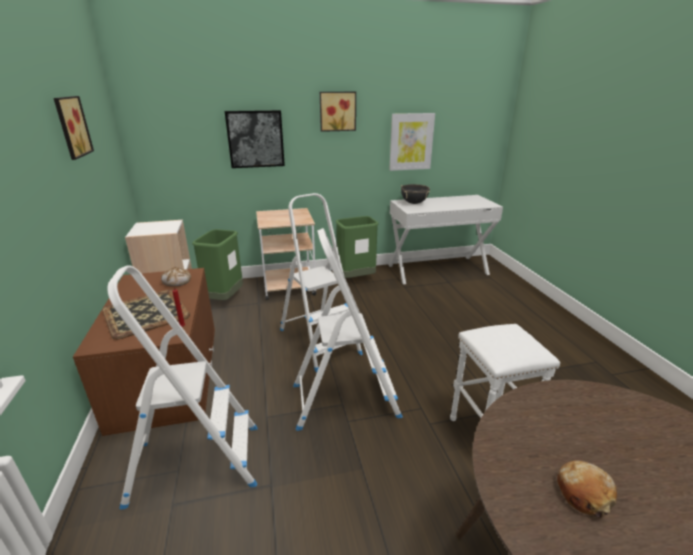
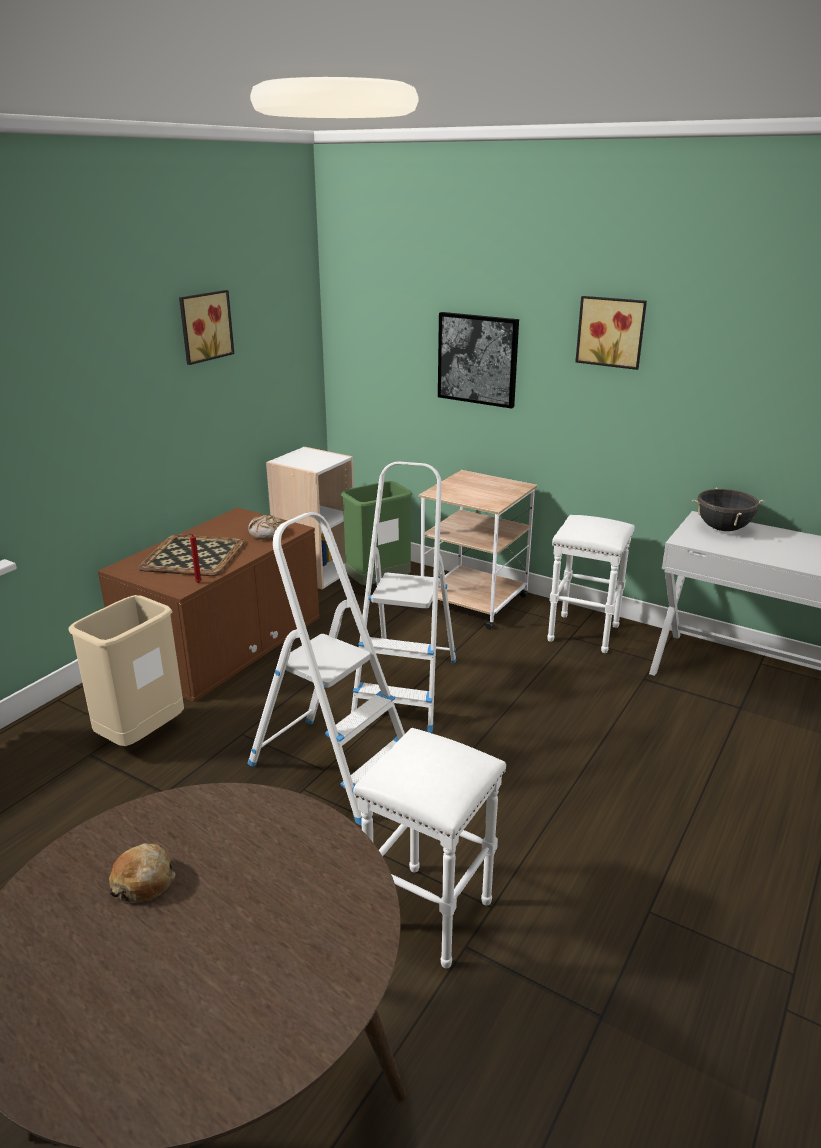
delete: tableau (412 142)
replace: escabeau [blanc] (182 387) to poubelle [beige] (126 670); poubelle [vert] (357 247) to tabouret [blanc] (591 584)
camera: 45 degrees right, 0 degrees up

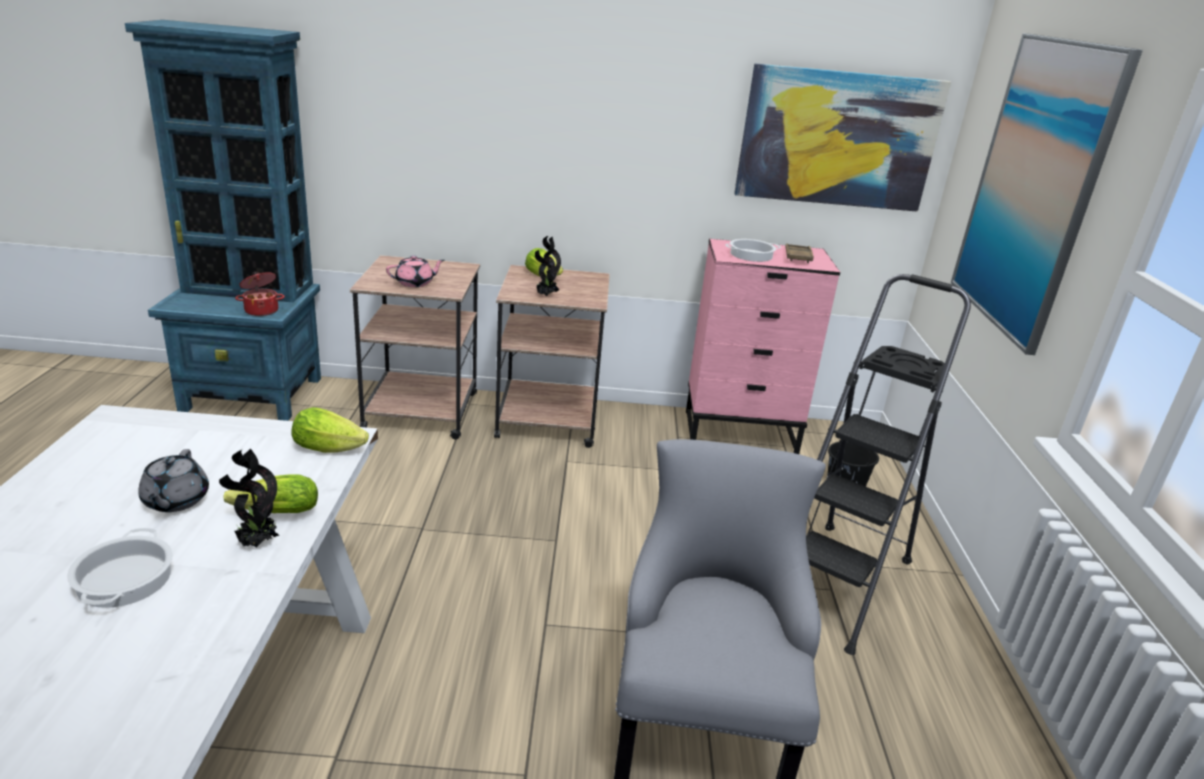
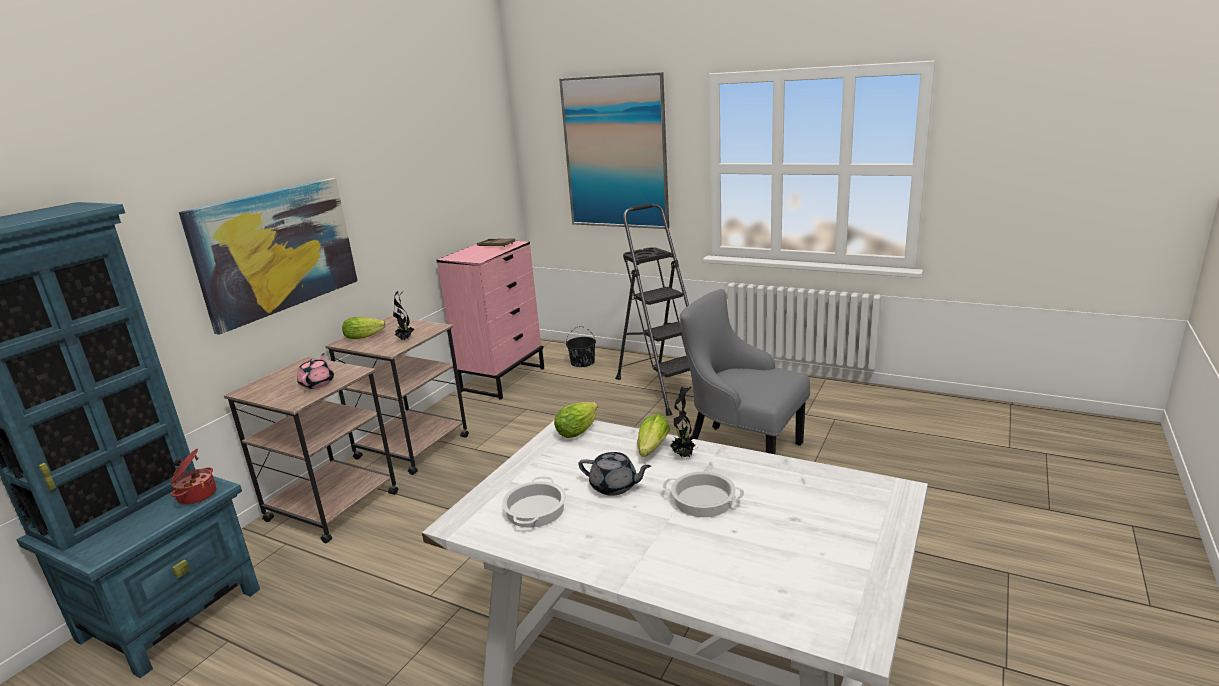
move: marmite (753 250) to (534 502); tableau (842 137) to (268 256)
camera: 60 degrees left, 5 degrees down

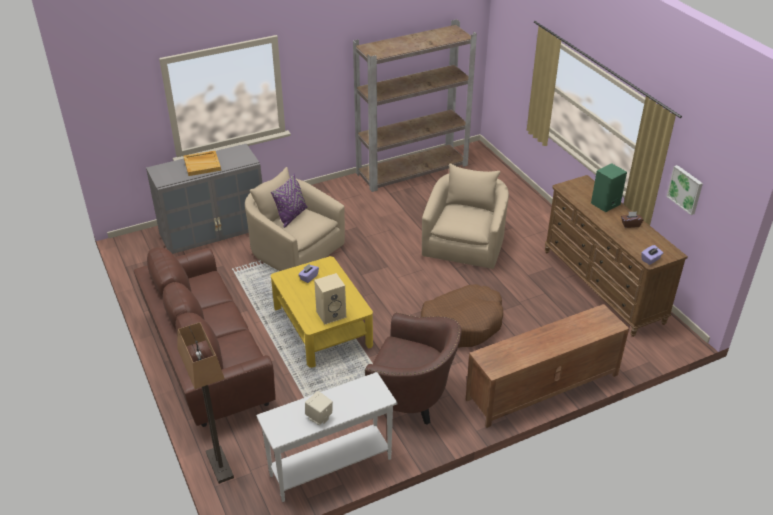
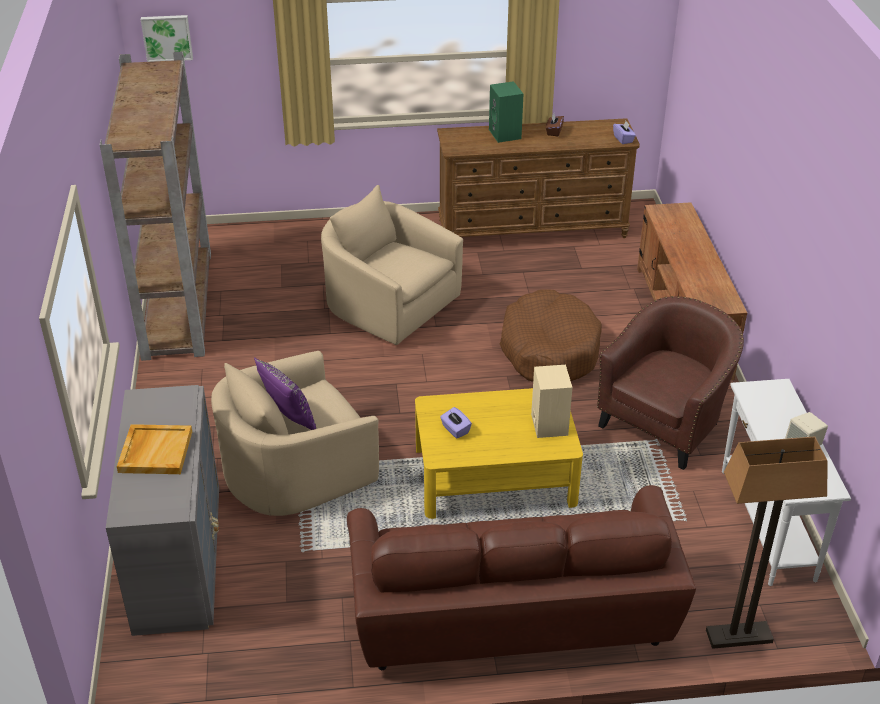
move: tableau (684 190) to (167 38)
camera: 70 degrees left, 0 degrees up

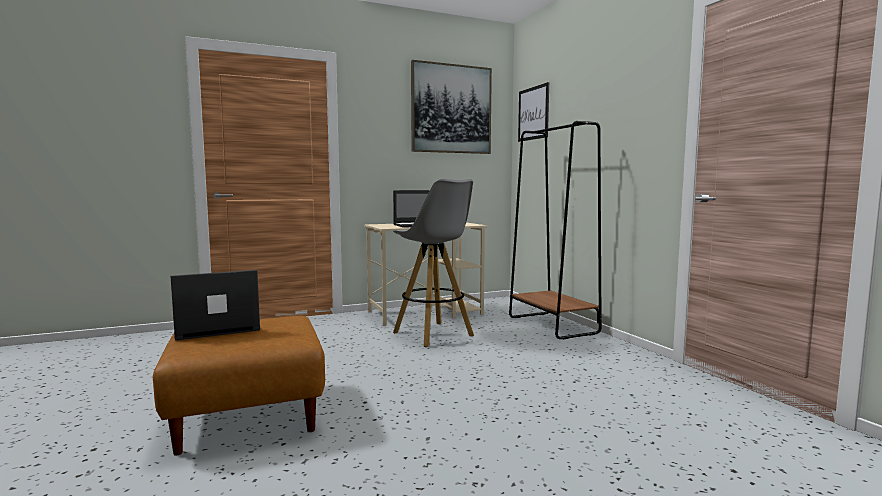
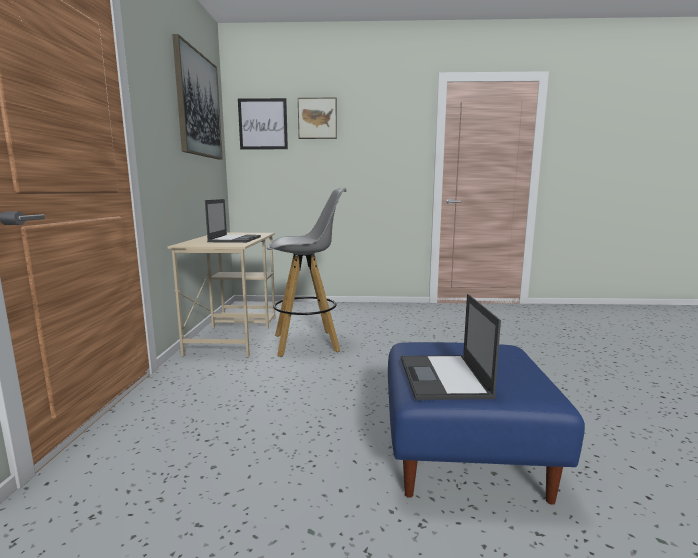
delete: portant (555 230)
insert: tableau (317 118)
recolor: pouf [marron] (239 386) to pouf [bleu] (486 423)
camera: 65 degrees left, 5 degrees up

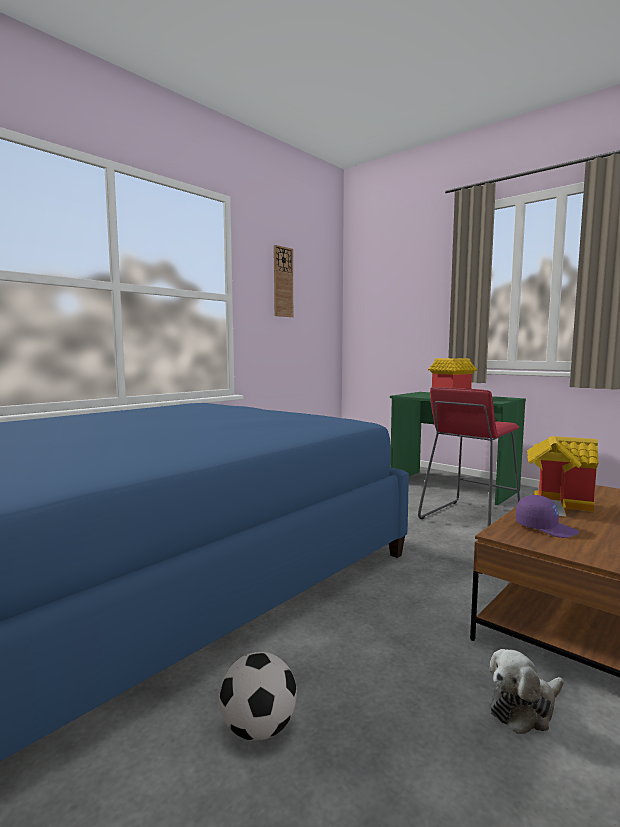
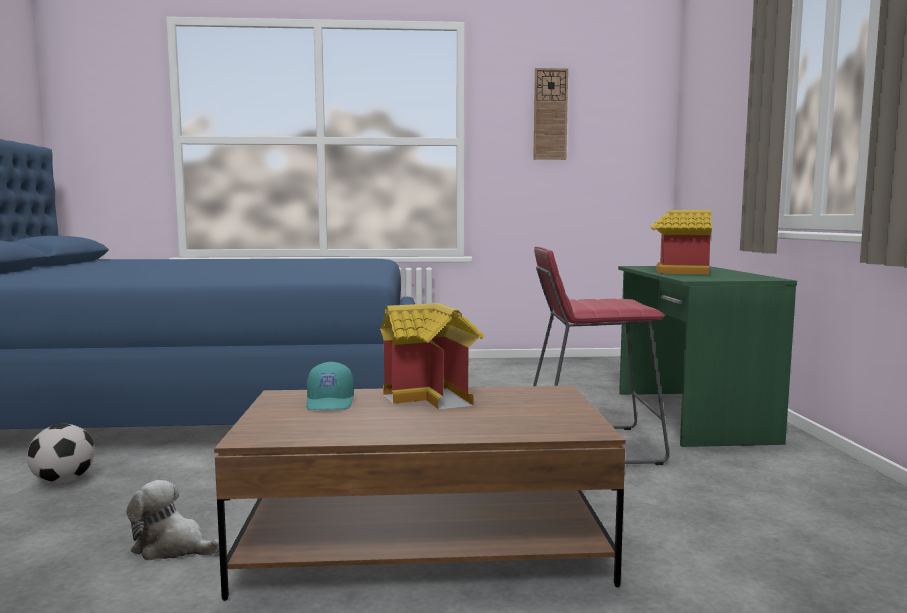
recolor: casquette [violet] (547 516) to casquette [turquoise] (330 385)
camera: 45 degrees right, 0 degrees up

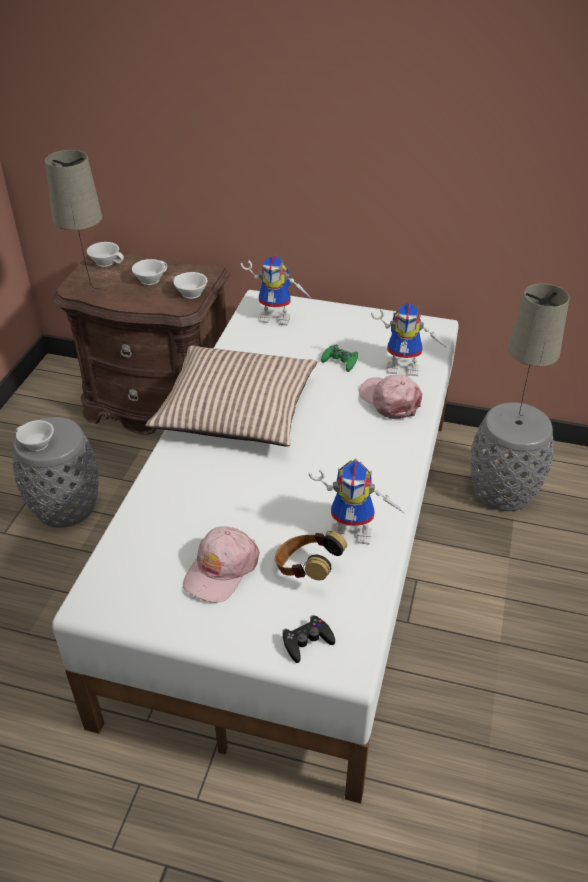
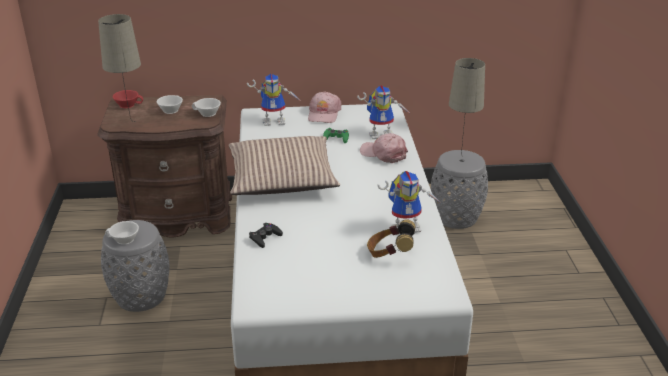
move: casquette [rose] (221 565) to (324 107); manette [noir] (309 639) to (266 235)
recolor: tasse [blanc] (105 254) to tasse [rouge] (128 99)
camera: 20 degrees left, 10 degrees down

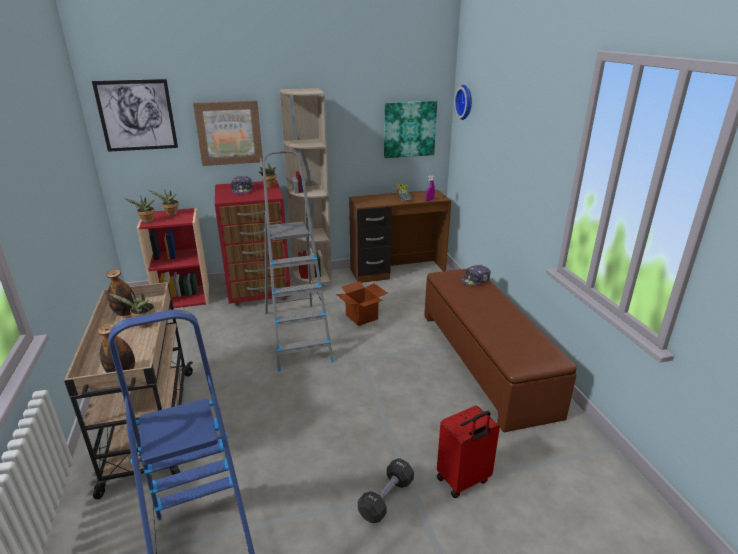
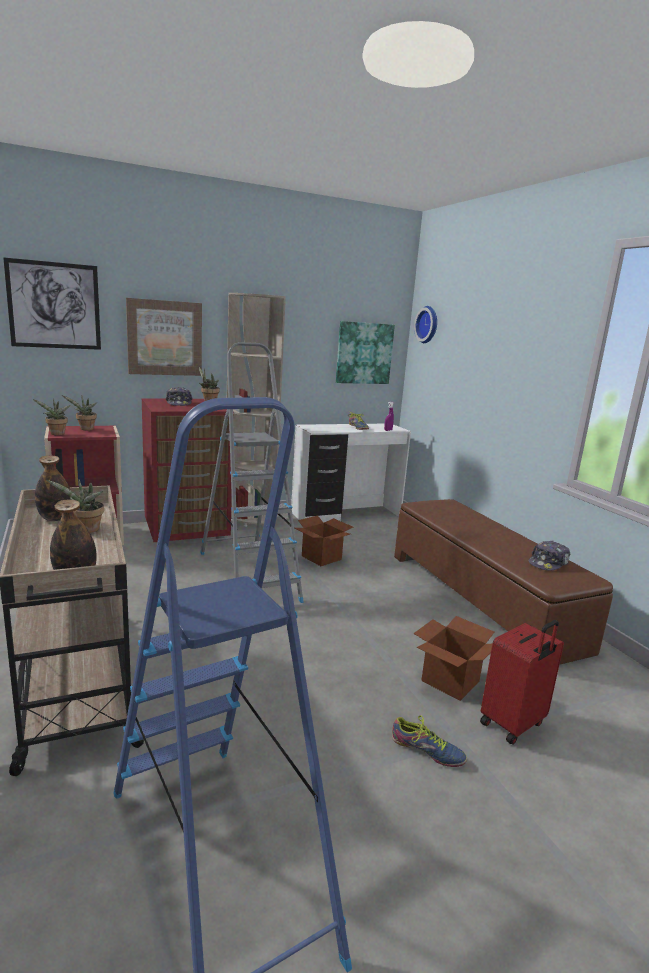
insert: carton (454 658)
move: casquette (476 275) to (549 556)
replace: haltère [noir] (386 490) to chaussure (429 741)
recolor: bureau [marron] (400 236) to bureau [blanc] (351 473)
camera: 10 degrees left, 10 degrees down

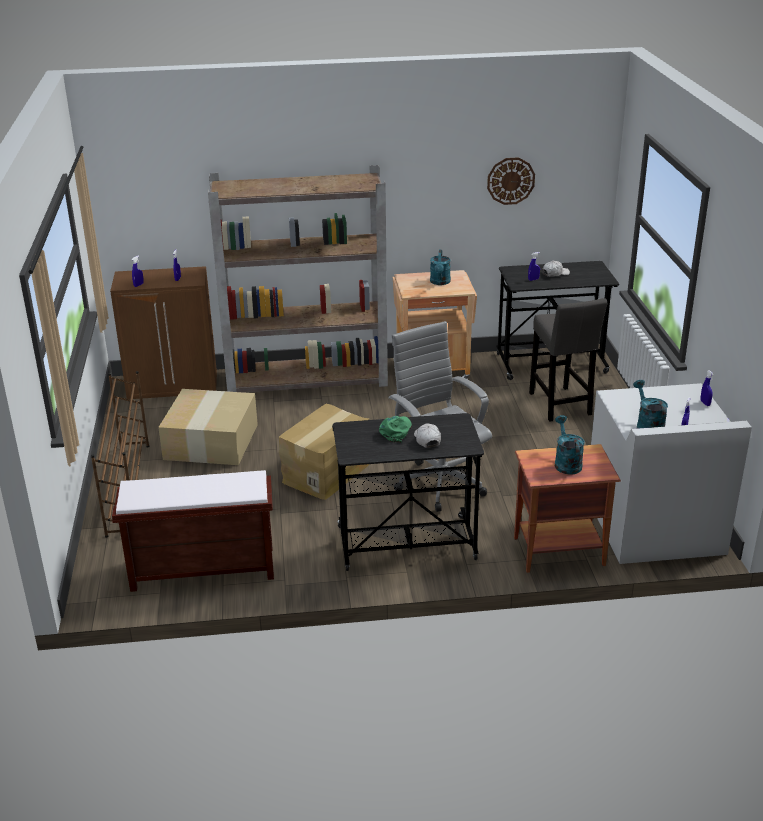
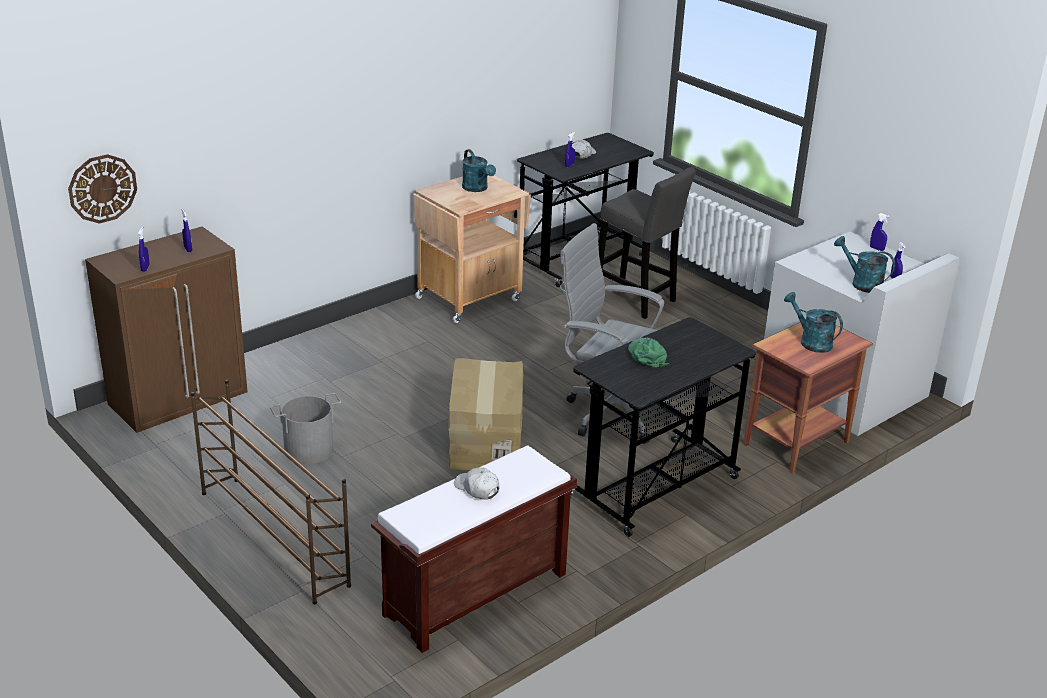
delete: bibliothèque [marron] (298 279)
move: casquette [blanc] (427 435) to (477 484); horloge murale (511 181) to (102 189)
replace: carton (208 427) to seau [gris] (305 428)
camera: 35 degrees left, 0 degrees up

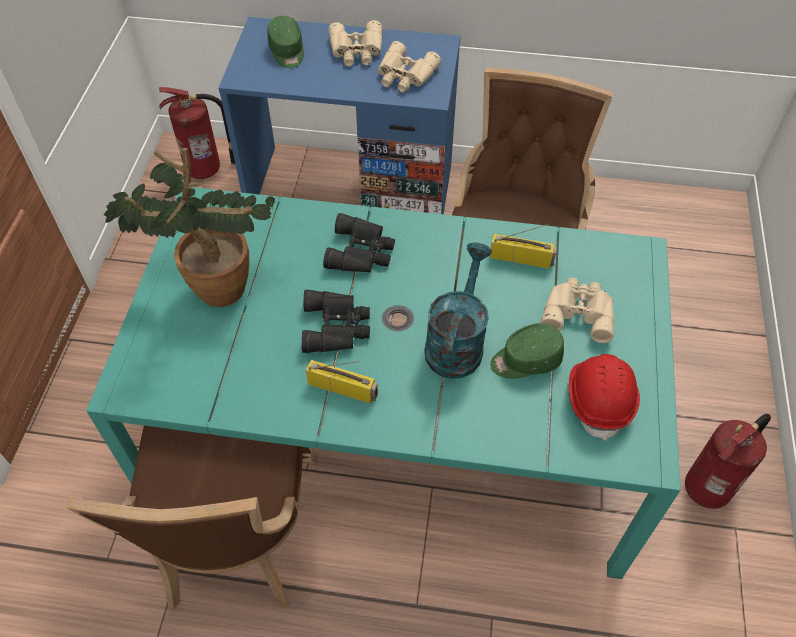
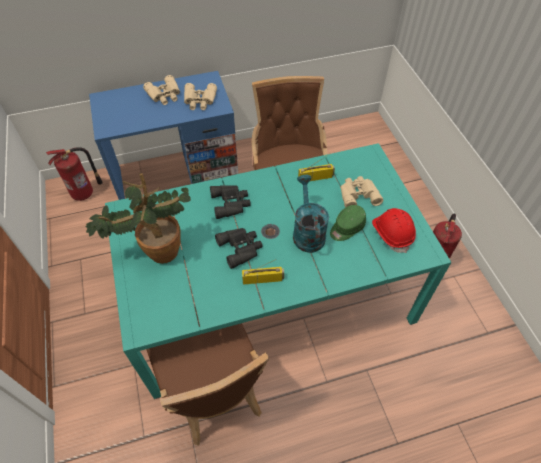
delete: casquette [vert] (285 42)
camera: 25 degrees left, 0 degrees up

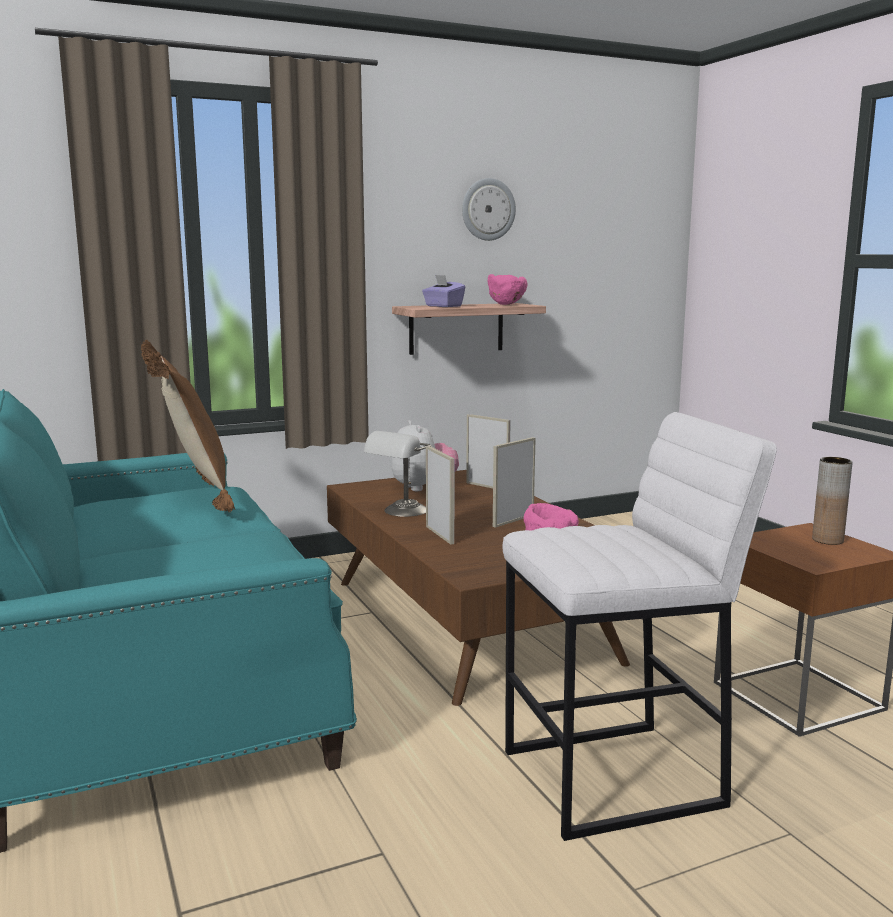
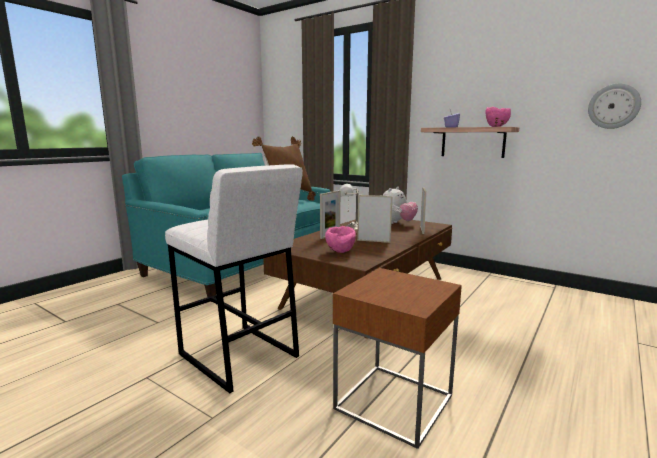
delete: vase [marron] (832 501)
move: horloge murale (489 209) to (614 106)
camera: 60 degrees right, 0 degrees up

